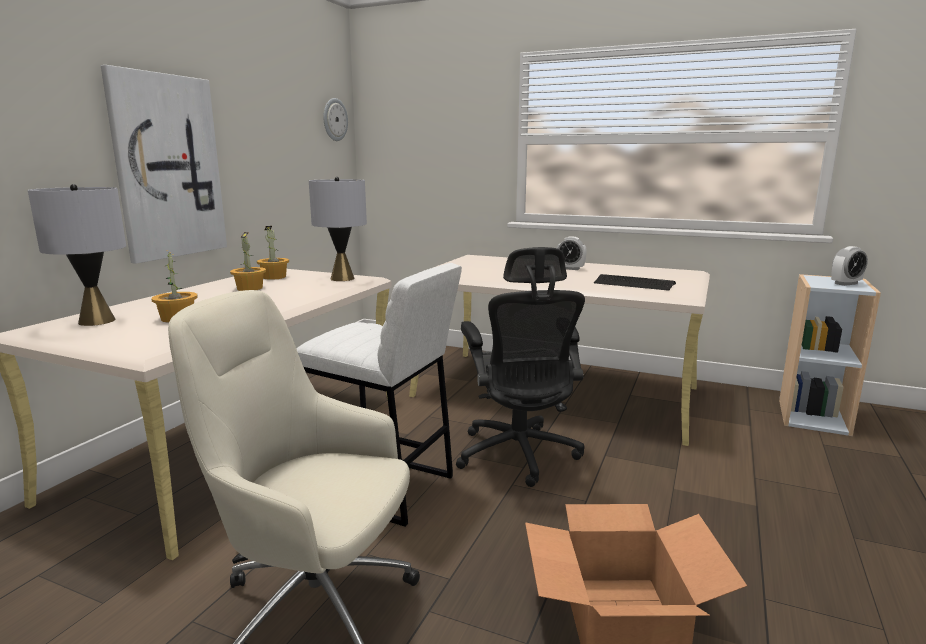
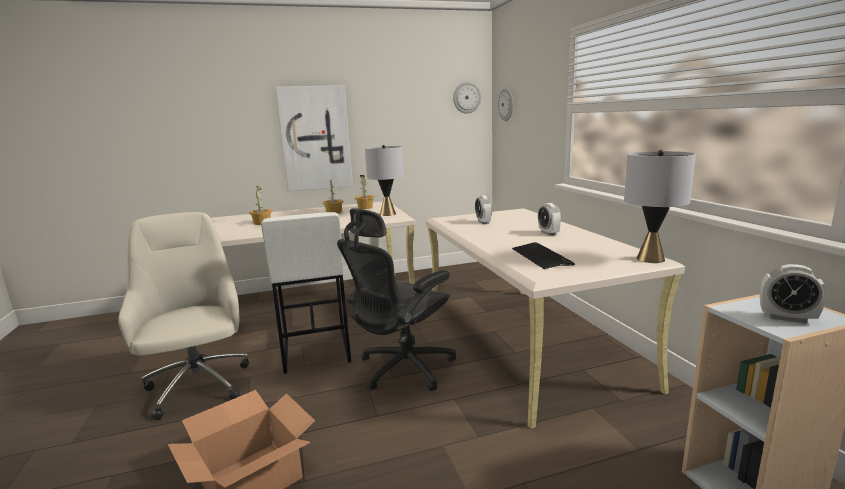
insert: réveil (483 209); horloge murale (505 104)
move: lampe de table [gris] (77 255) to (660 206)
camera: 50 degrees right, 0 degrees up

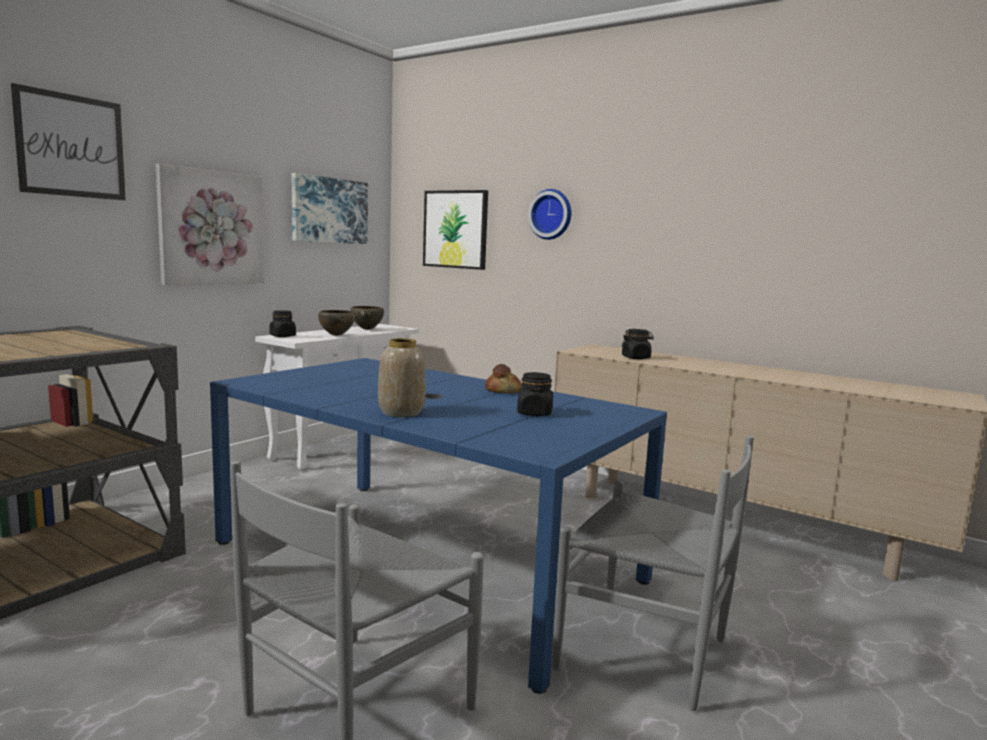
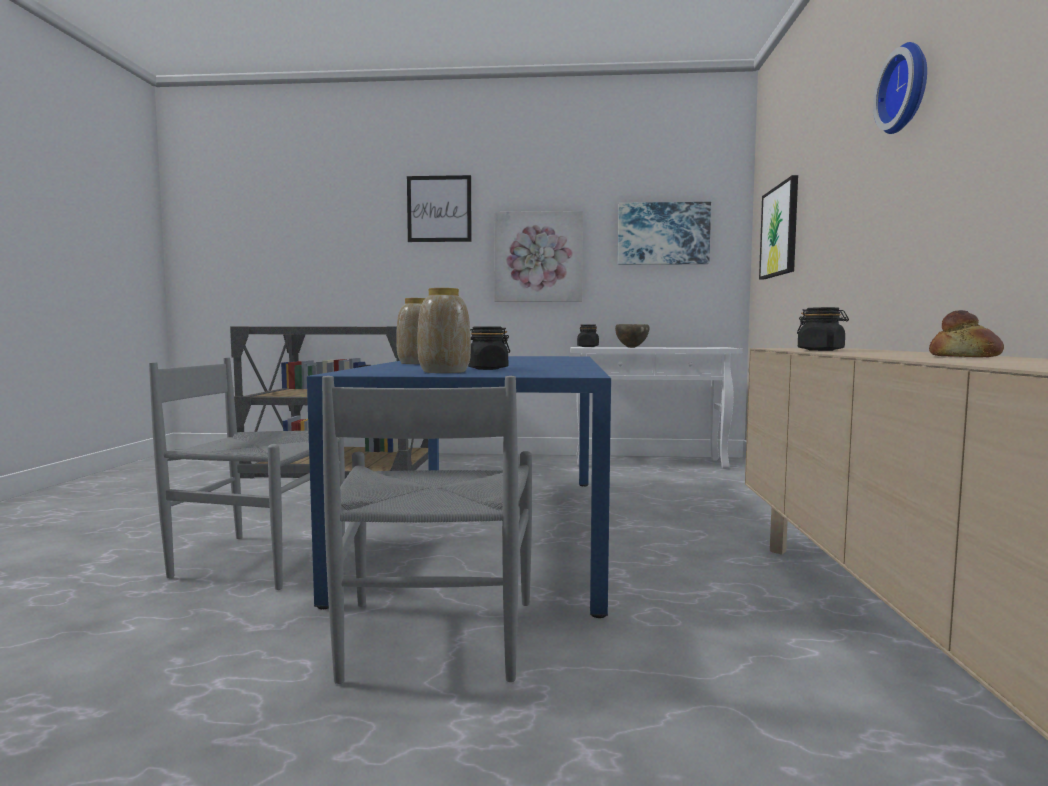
delete: bol [marron] (367 318)
insert: vase (444 330)
move: pain (503 378) to (966 333); horloge murale (549 214) to (900 88)
camera: 60 degrees right, 5 degrees down

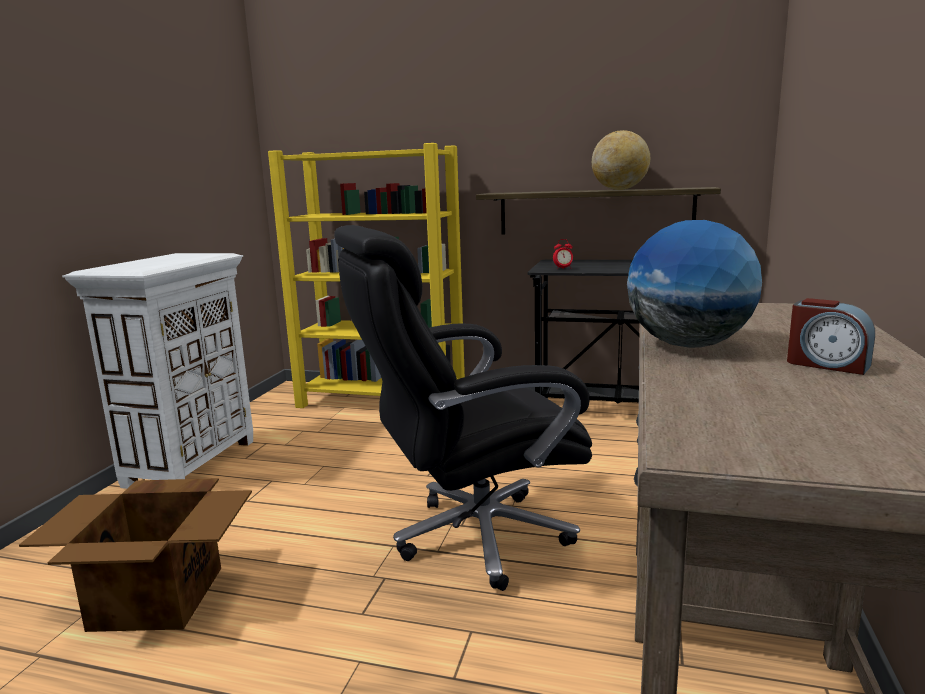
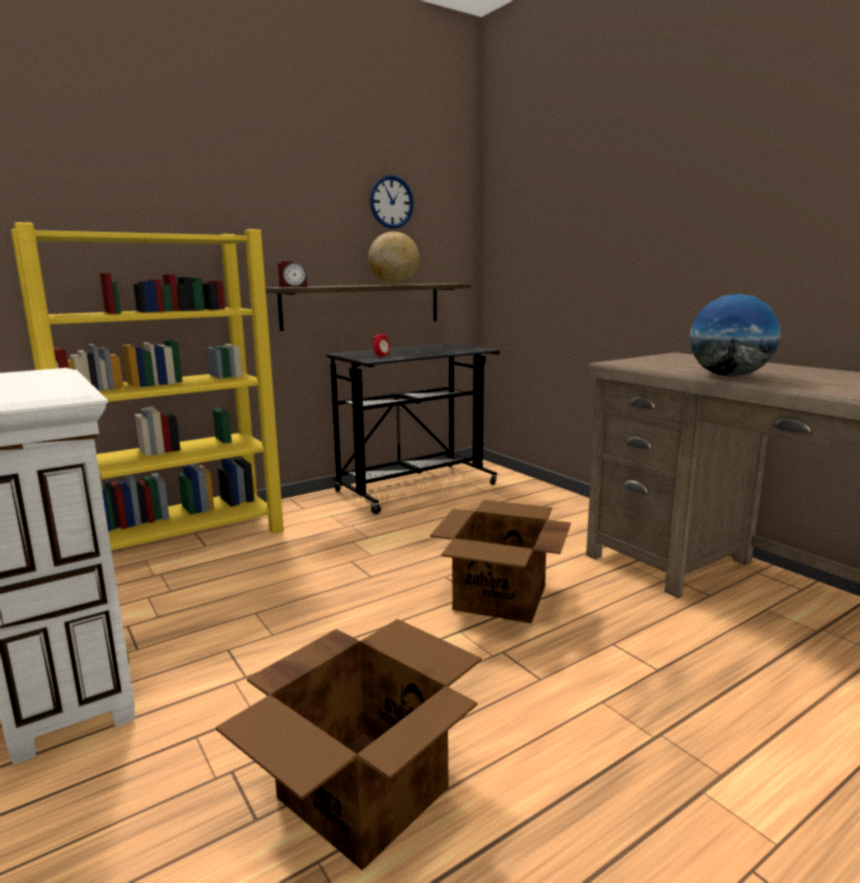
insert: horloge murale (392 202)
move: réveil (831 336) to (293 274)
replace: chaise de bureau [noir] (463 408) to carton (500 562)
camera: 50 degrees left, 0 degrees up

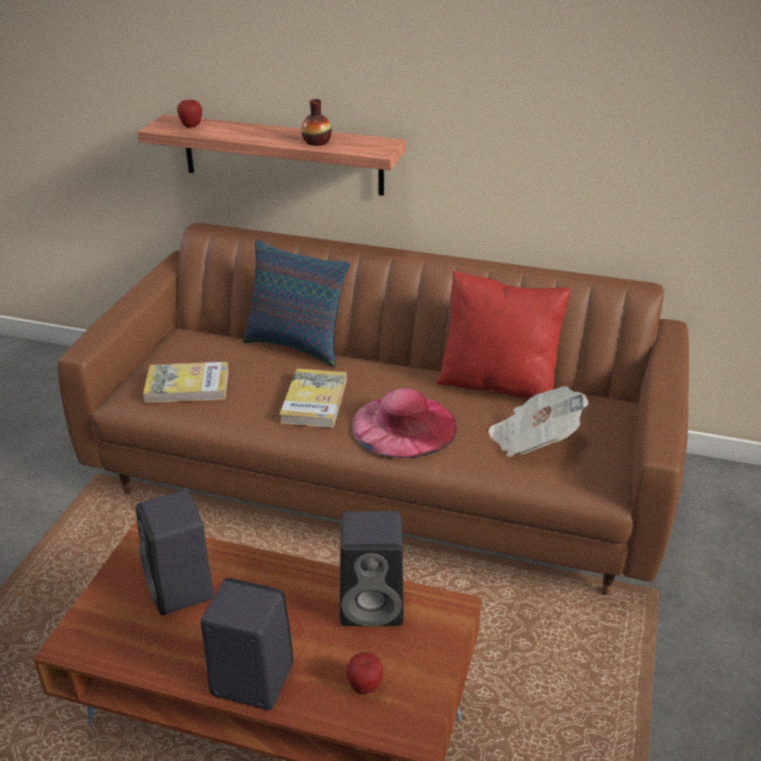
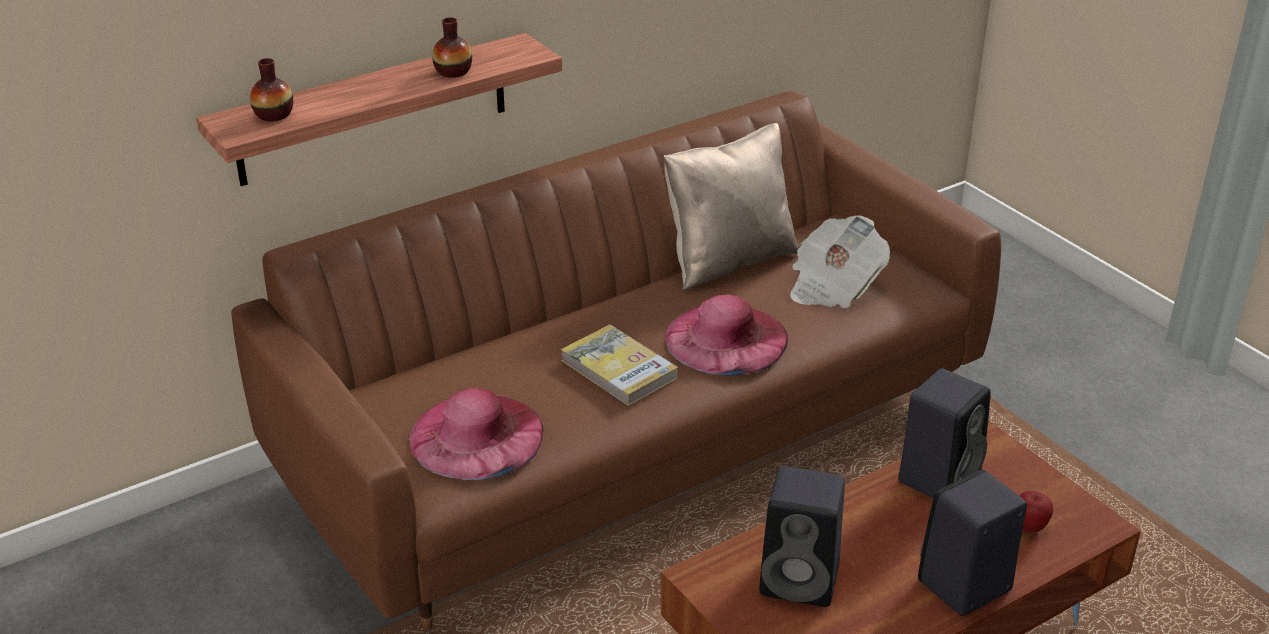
delete: coussin [bleu] (296 303)
replace: livre (186 382) to chapeau [rose] (476 434); pomme (189 114) to vase (271 89)
recolor: coussin [rouge] (503 334) to coussin [beige] (731 206)
camera: 50 degrees left, 0 degrees up

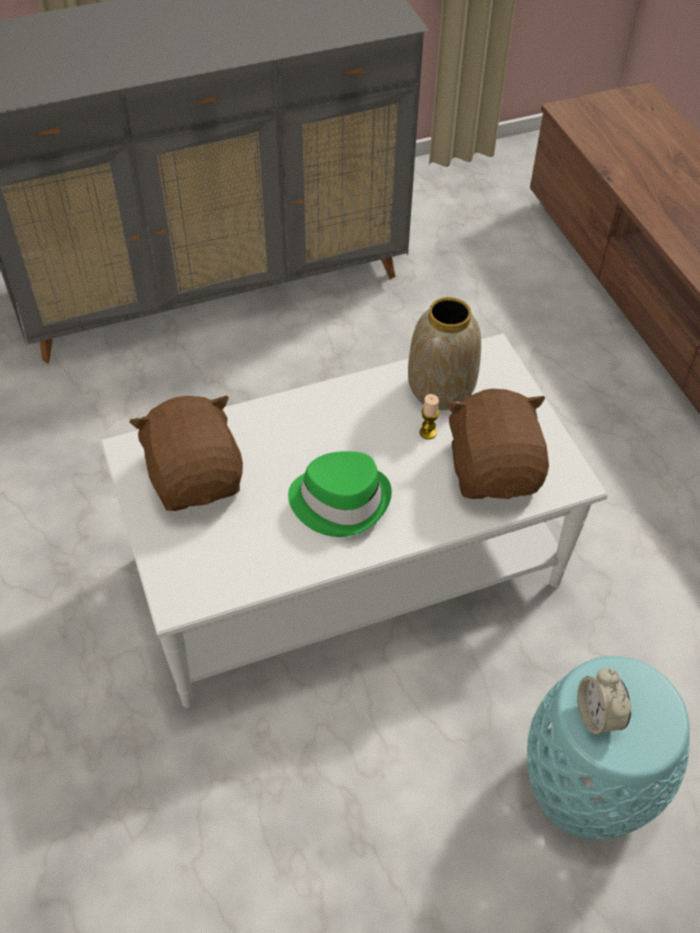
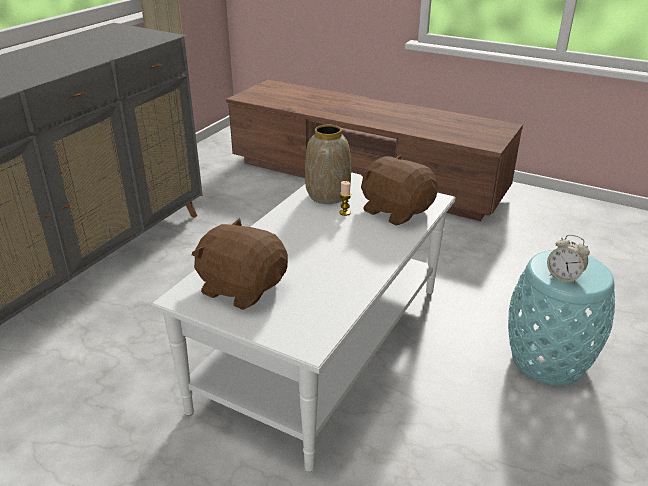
delete: chapeau [vert] (340 494)
camera: 40 degrees left, 20 degrees down

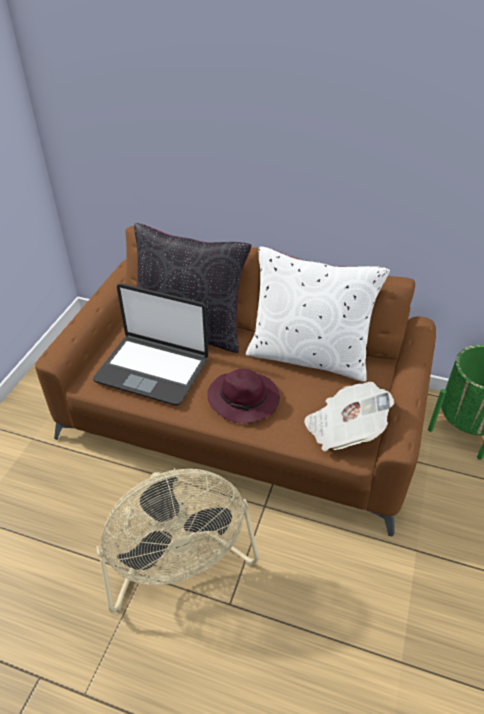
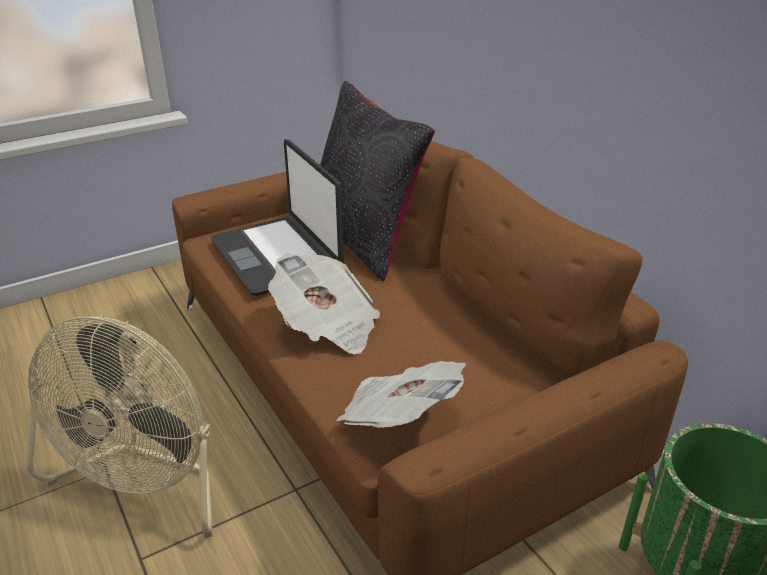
delete: coussin [blanc] (317 314)
replace: chapeau [violet] (243 396) to journal (324 304)
camera: 40 degrees right, 10 degrees down

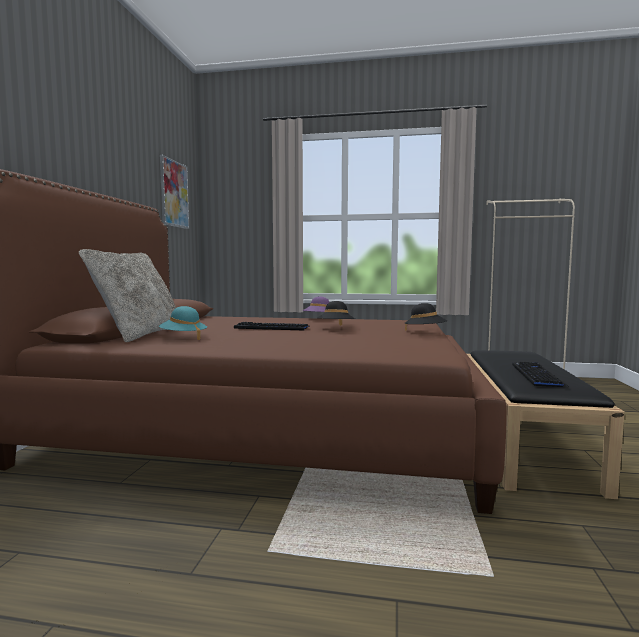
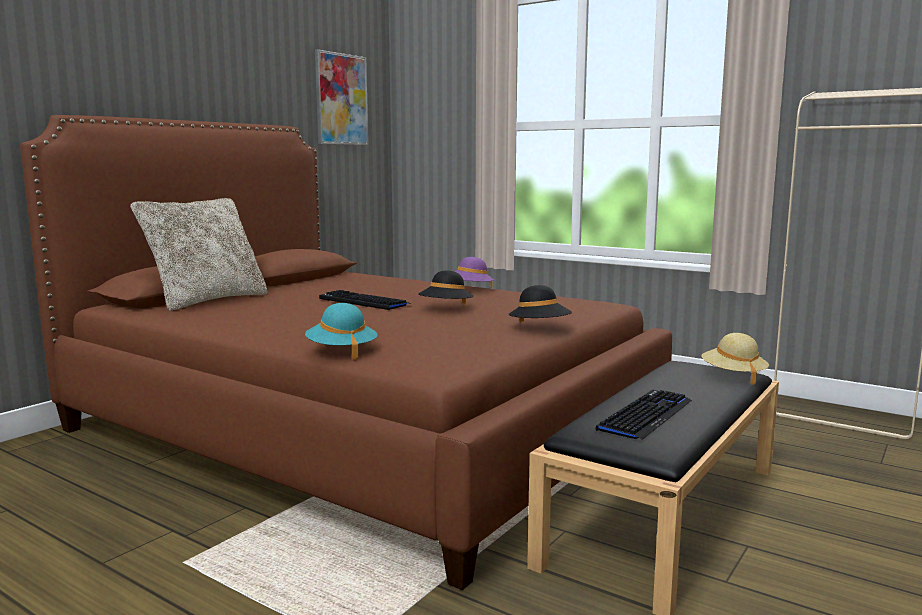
insert: chapeau [beige] (735 359)
move: chapeau [turquoise] (183 323) to (341 331)
camera: 25 degrees right, 5 degrees up

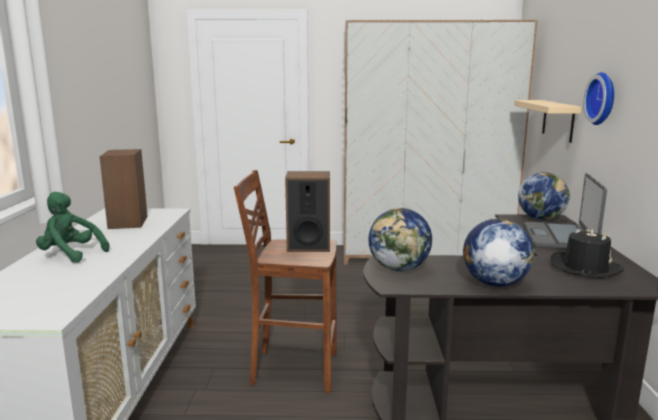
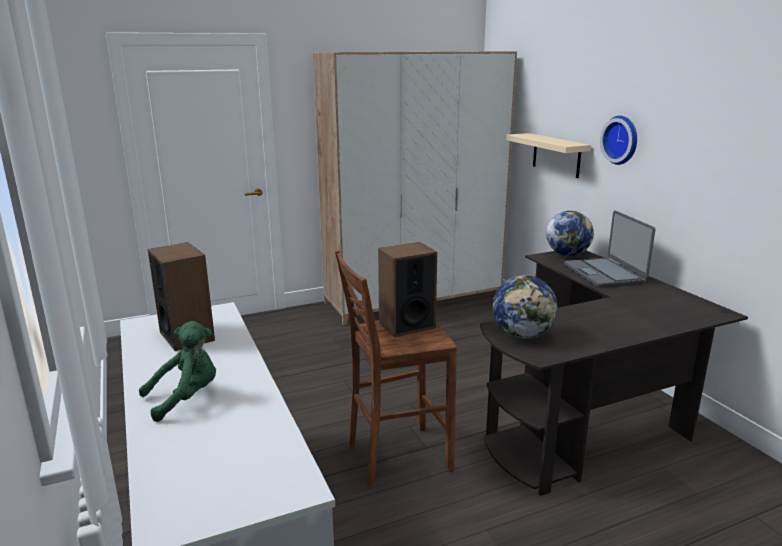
delete: globe (498 253); chapeau [noir] (588 253)
rotate: peluche [vert] (72 227) = (177 371) 150 degrees clockwise
camera: 25 degrees left, 5 degrees up

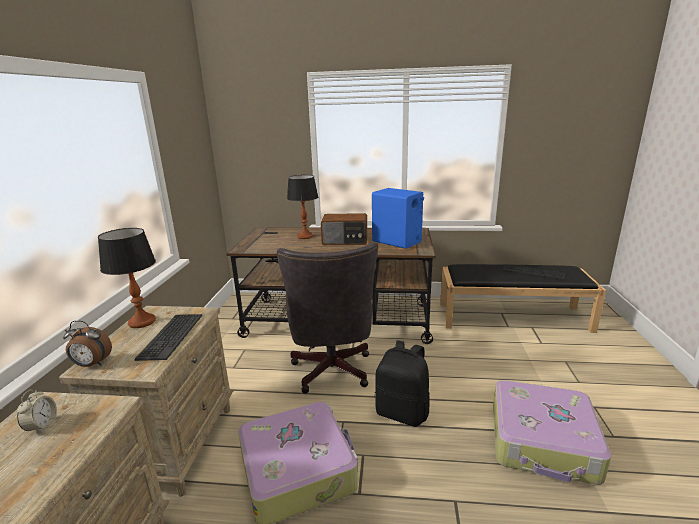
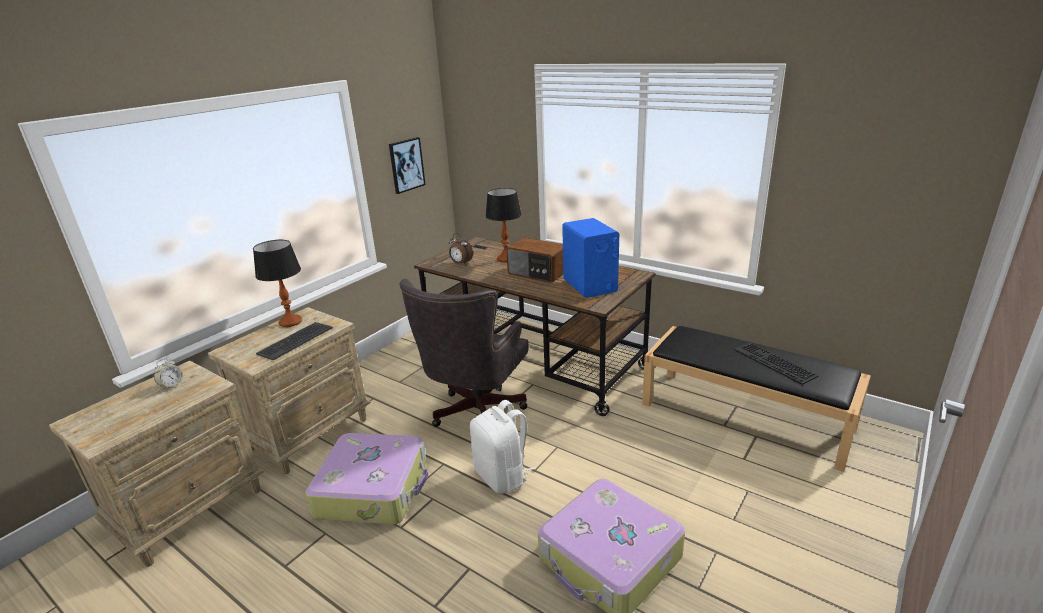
insert: tableau (407 165)
move: réveil (87 344) to (461 249)
recolor: sac à dos [noir] (402 384) to sac à dos [blanc] (503 446)
camera: 30 degrees right, 5 degrees up

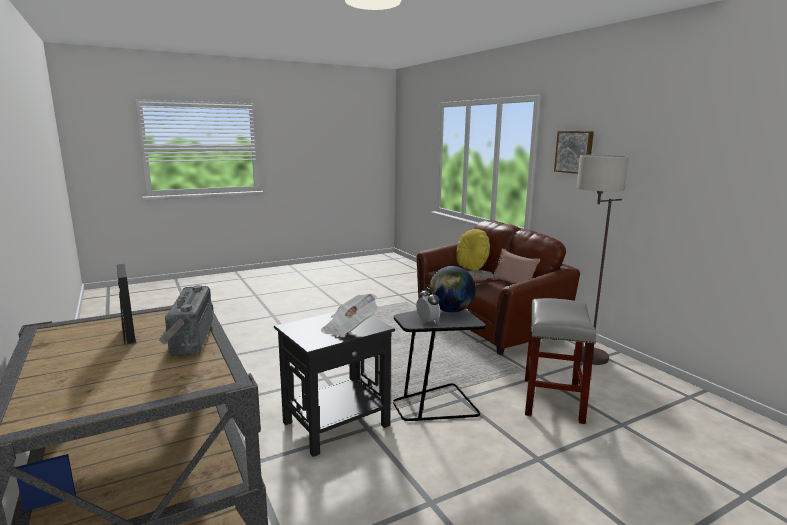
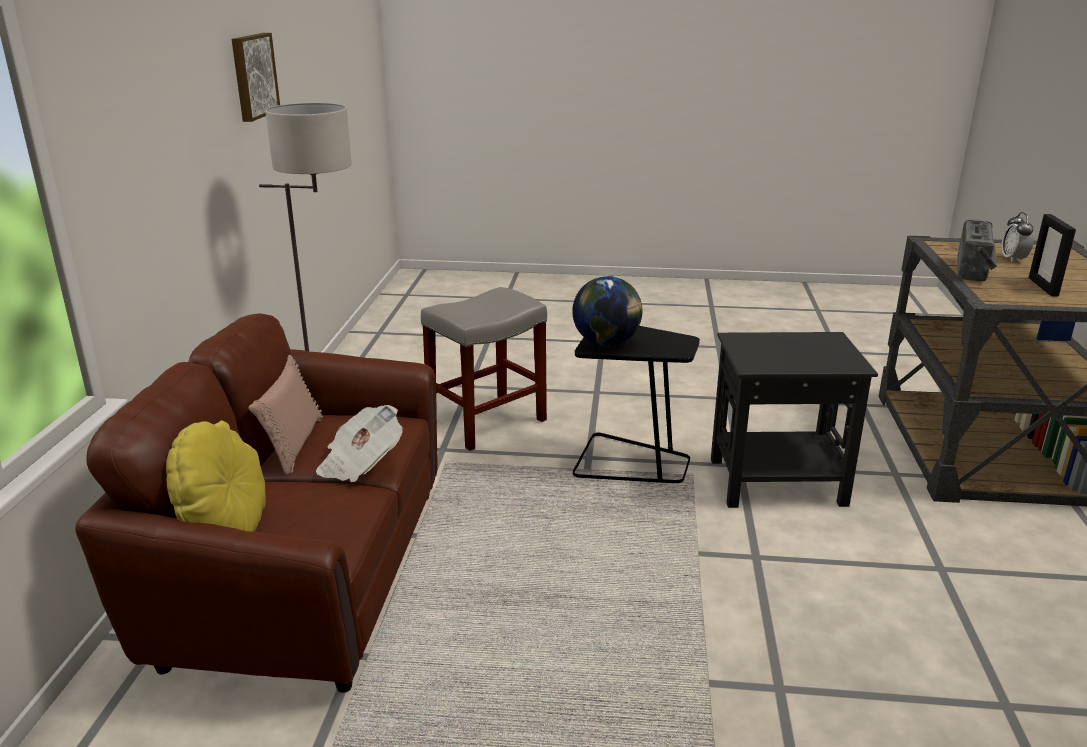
delete: journal (349 315)
move: réveil (428 305) to (1017 237); tableau (574 152) to (255 77)
camera: 145 degrees left, 10 degrees up

